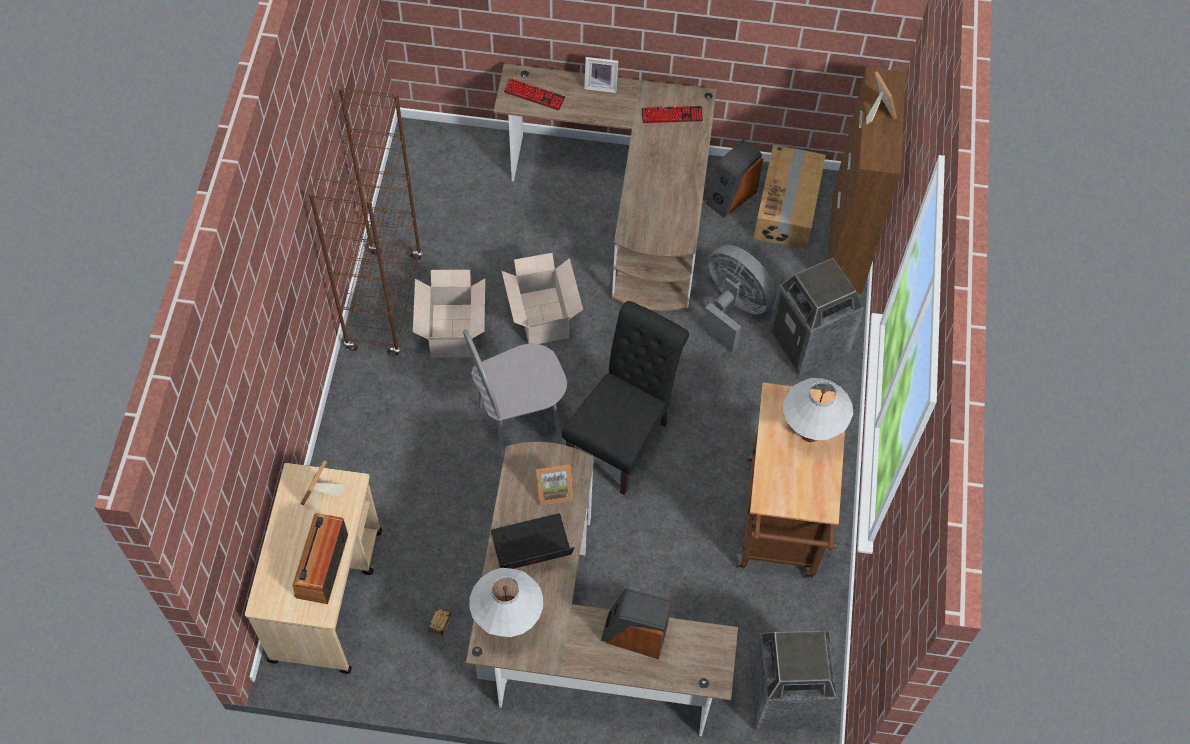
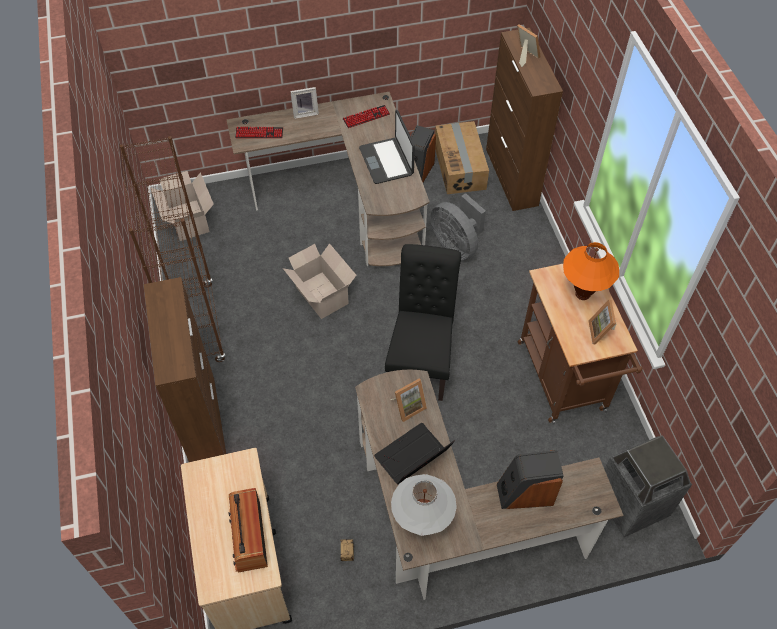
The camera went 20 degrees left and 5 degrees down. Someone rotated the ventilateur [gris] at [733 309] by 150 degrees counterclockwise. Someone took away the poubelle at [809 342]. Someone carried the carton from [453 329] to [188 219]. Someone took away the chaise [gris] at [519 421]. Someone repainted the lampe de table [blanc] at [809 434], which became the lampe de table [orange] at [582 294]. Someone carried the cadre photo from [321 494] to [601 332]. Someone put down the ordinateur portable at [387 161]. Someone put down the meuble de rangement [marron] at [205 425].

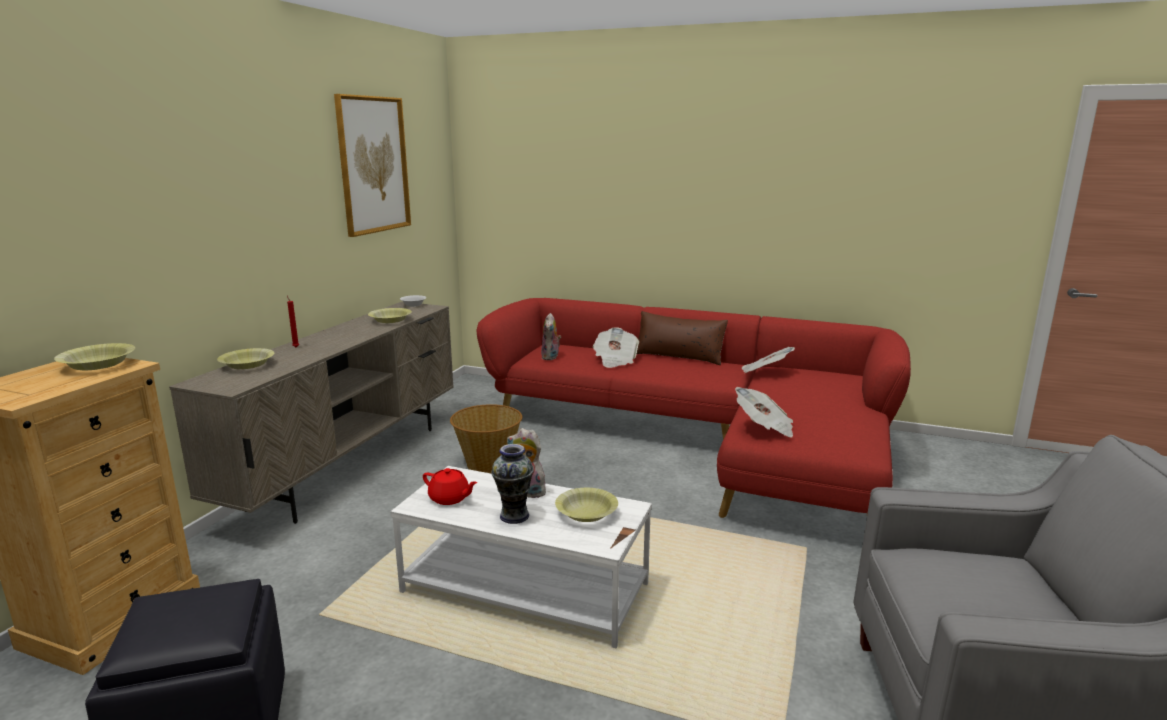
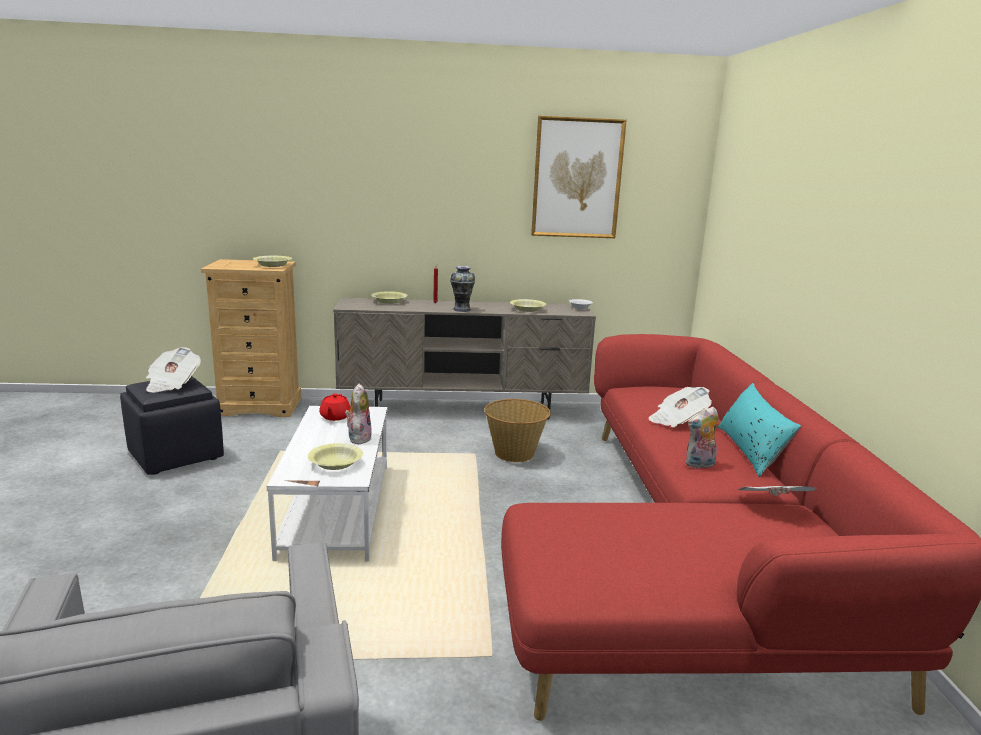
The camera went 65 degrees right and 0 degrees up. Someone repainted the coussin [marron] at [678 356], which became the coussin [turquoise] at [751 450]. Someone carried the peluche from [551 357] to [700 465]. Someone carried the journal from [764 427] to [172 384]. Someone carried the vase from [515 516] to [462 309].

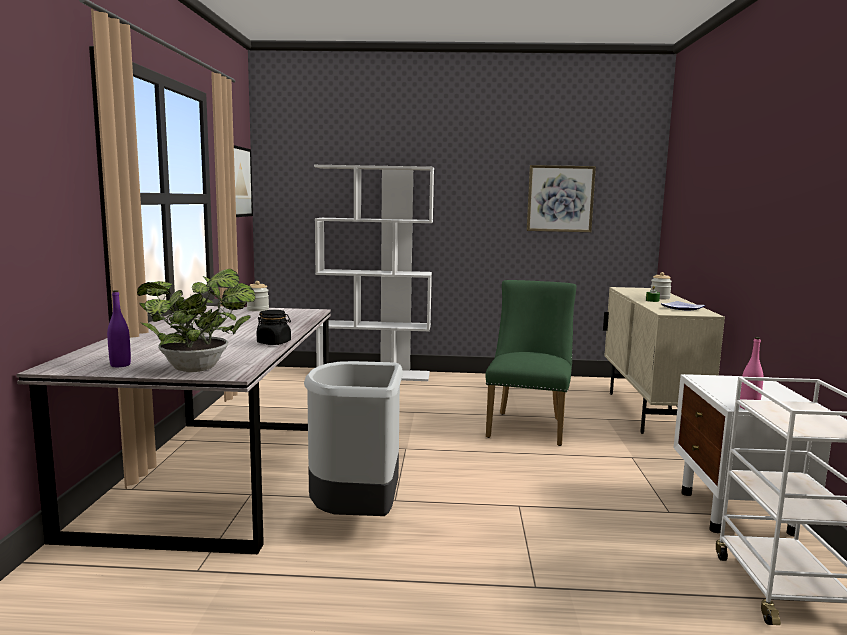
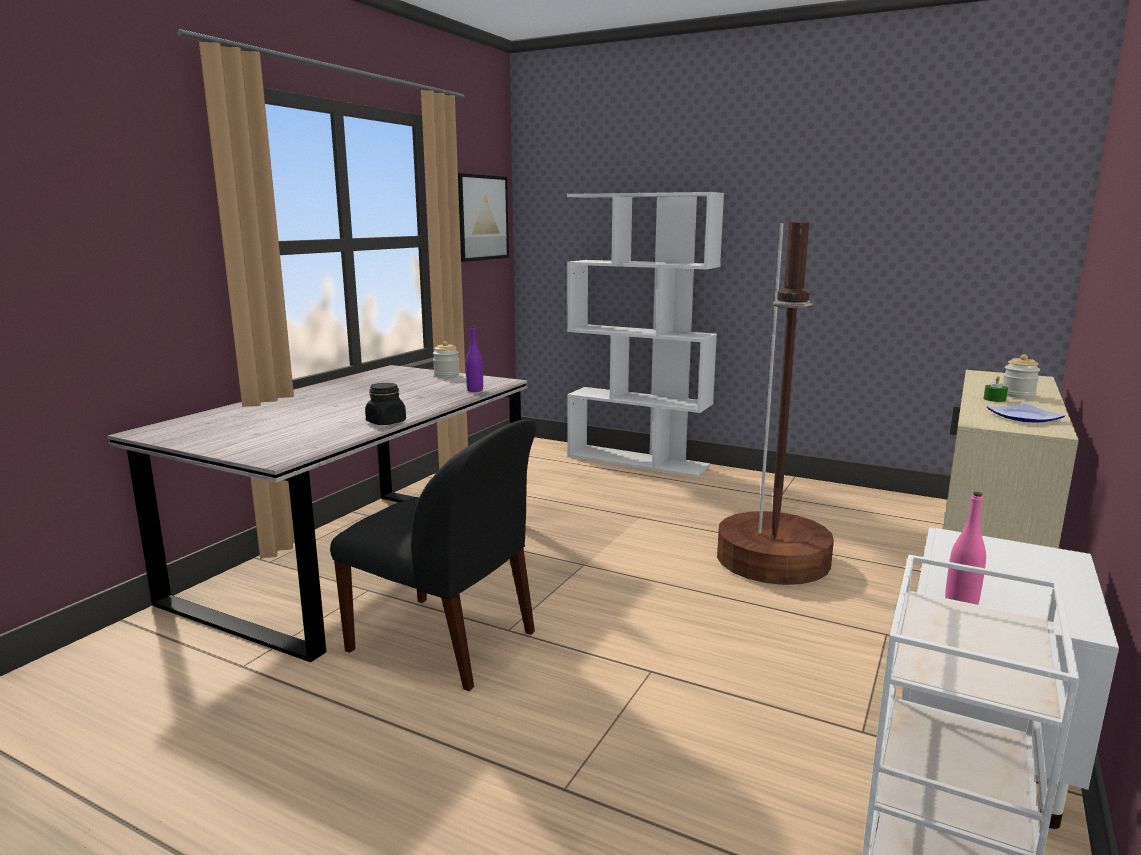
The camera went 25 degrees right and 5 degrees up. Someone took away the tableau at [560 198]. Someone took away the plante en pot at [200 369]. Someone swapped the chaise [vert] at [528 426] for the lampadaire [marron] at [773 560]. Someone carried the bouteille [violet] from [120 365] to [475 390]. Someone swapped the poubelle [gris] at [356 518] for the chaise [noir] at [446 643].

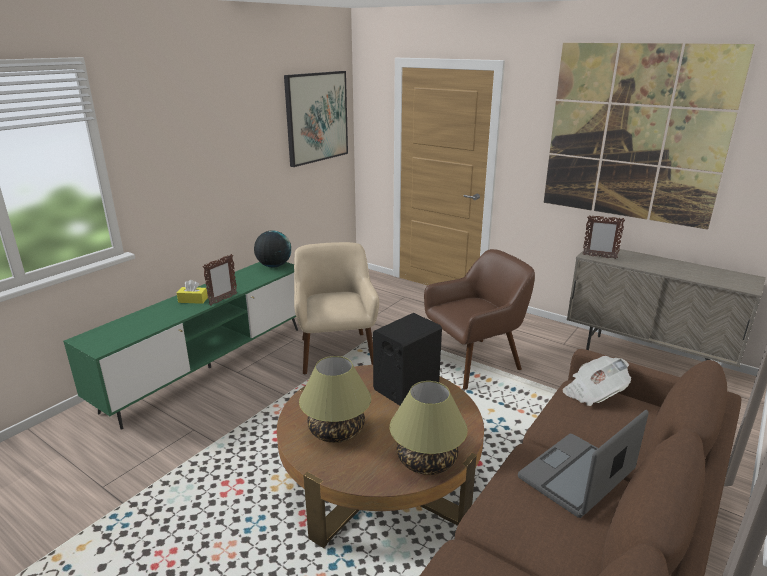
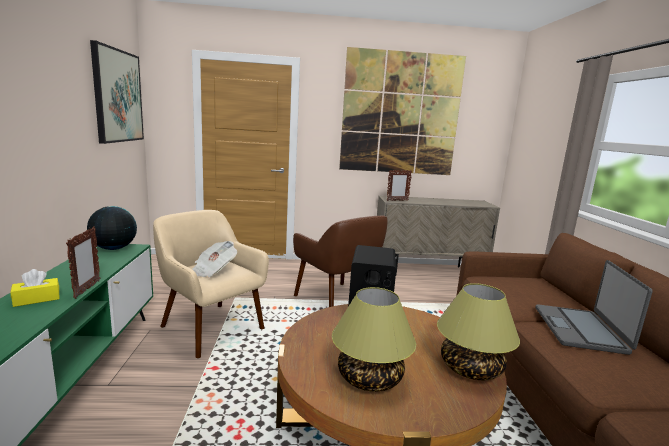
The camera went 40 degrees left and 10 degrees down. Someone rotated the fauteuil [marron] at [474 362] by 120 degrees clockwise. Someone carried the journal from [593 393] to [212 271].

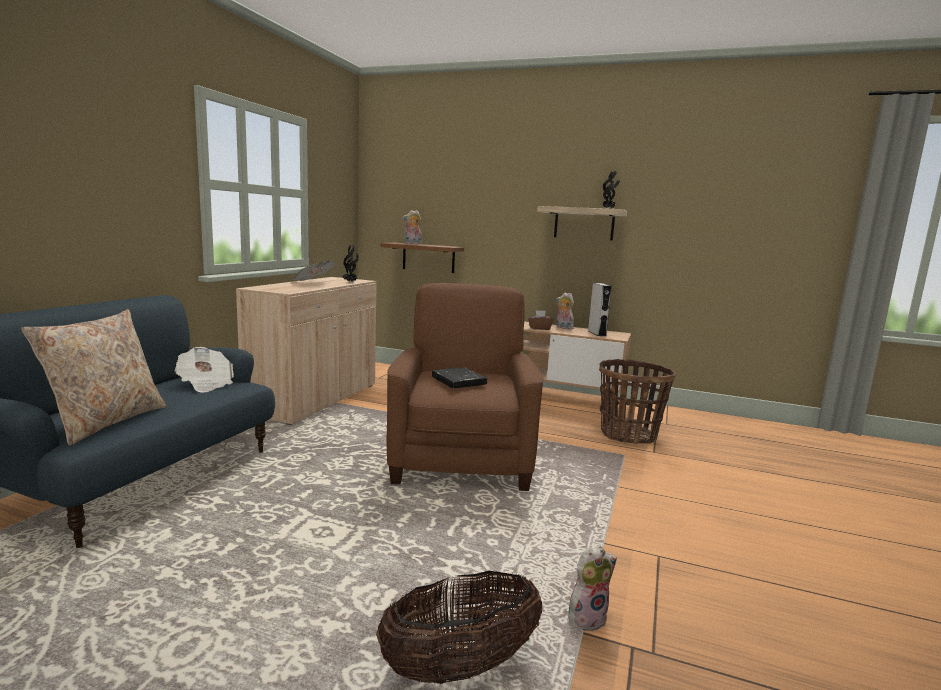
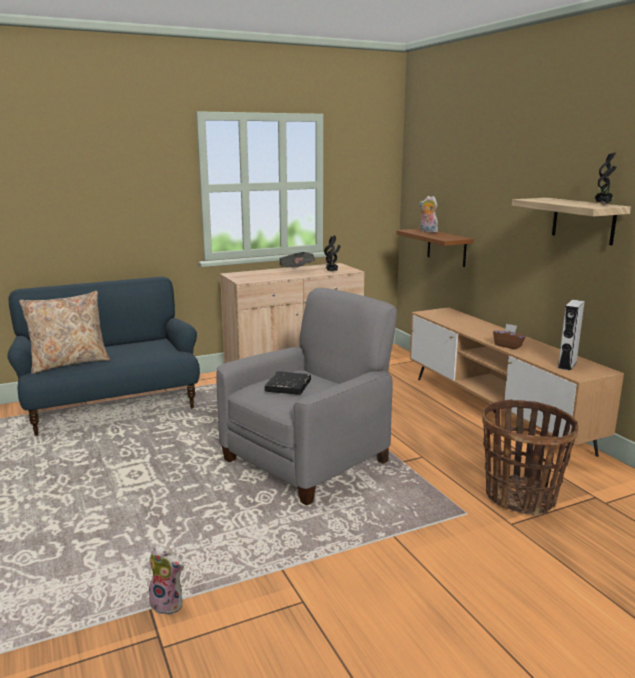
The camera went 45 degrees right and 5 degrees up. Someone repainted the fauteuil [marron] at [461 459], which became the fauteuil [gris] at [308 460]. Someone took away the peluche at [563 328]. Someone took away the journal at [206 384]. Someone took away the panier at [460 667].

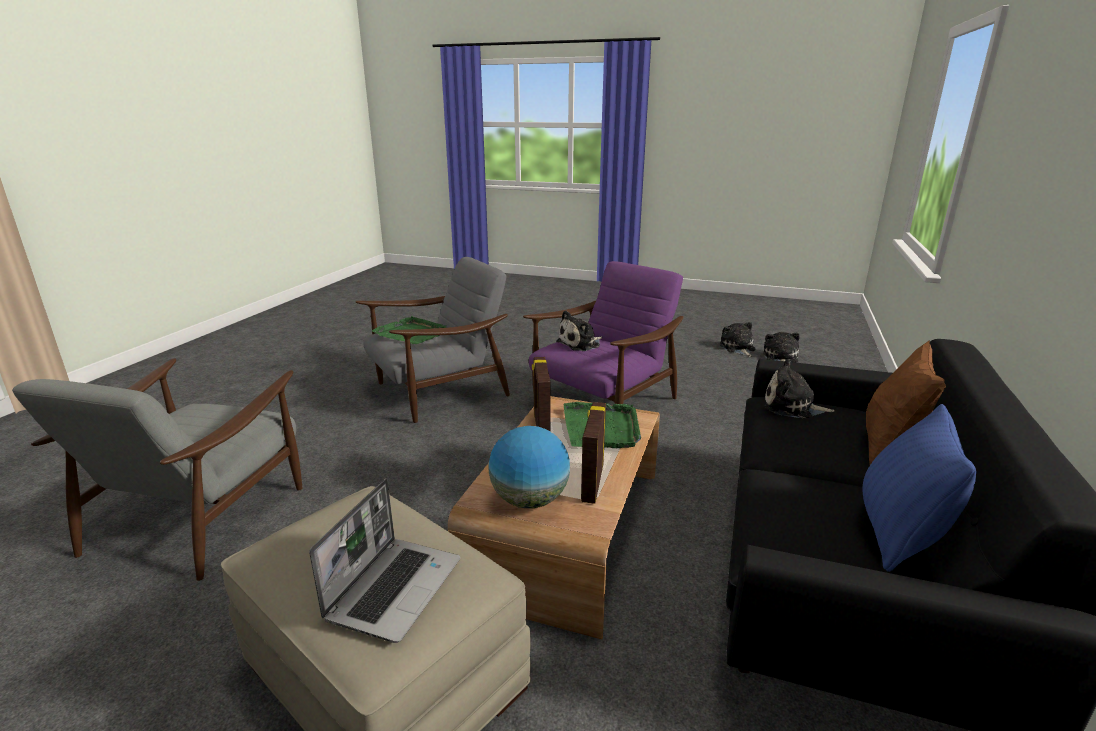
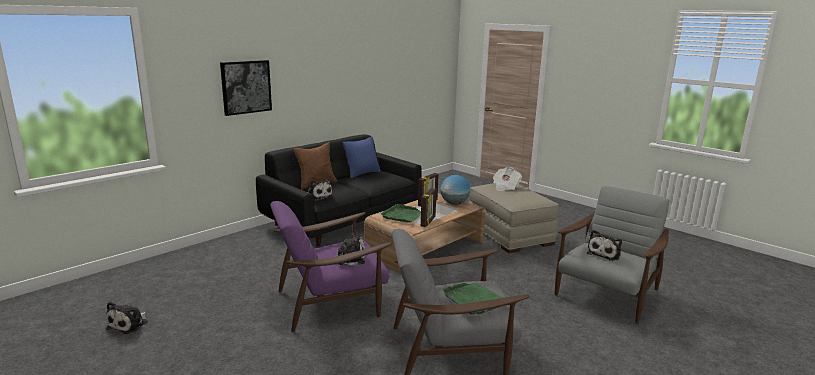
The camera went 155 degrees left and 5 degrees down. Someone carried the peluche from [780 358] to [604 254]. Someone swapped the ordinateur portable at [394 588] for the journal at [505 187]. Someone put up the tableau at [246 87].

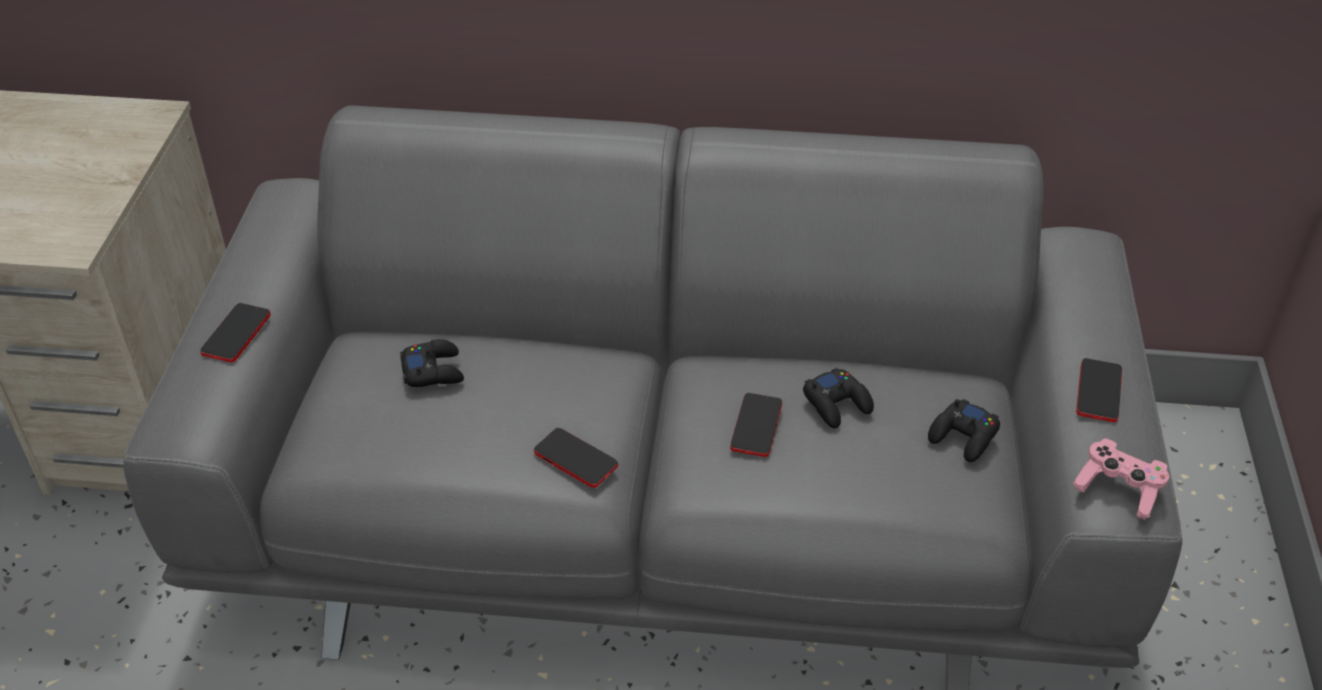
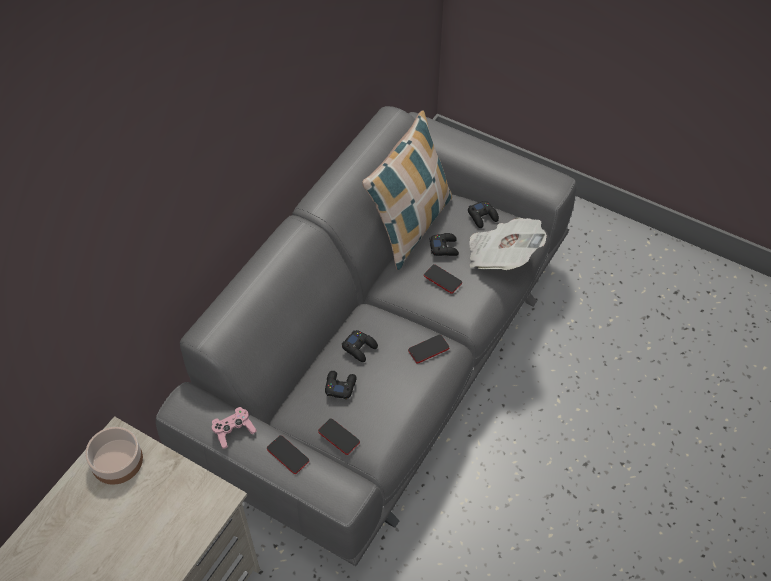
The camera went 65 degrees left and 10 degrees up. Someone carried the téléphone from [1099 391] to [339 437]. Someone carried the manette [rose] from [1118 489] to [233 431]. Someone put down the coussin at [410 226]. Someone put down the journal at [502 256]. Someone put down the manette [noir] at [360 348]. Someone put down the bol at [116 461].

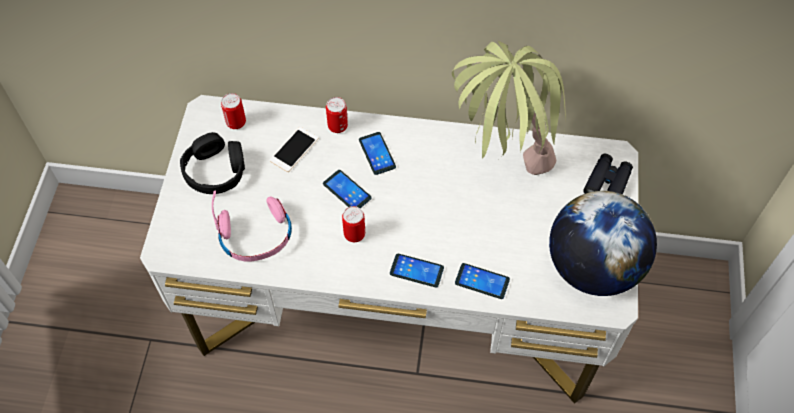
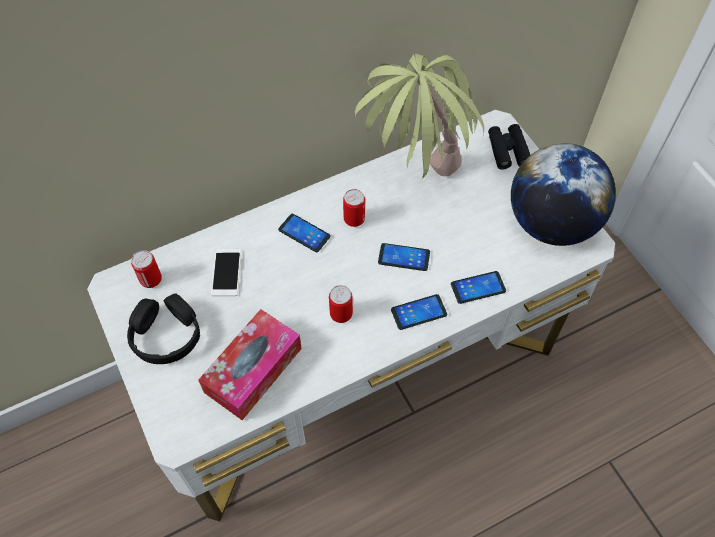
The camera went 35 degrees left and 0 degrees up. Someone carried the boîte métallique from [337 126] to [354 219]. Someone carried the téléphone from [347 191] to [404 257]. Someone swapped the casque audio [rose] at [256 235] for the boîte à mouchoirs at [253 370].

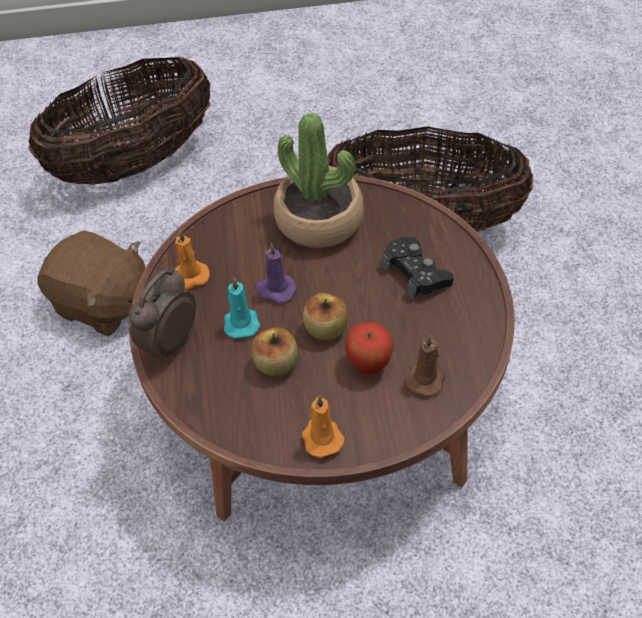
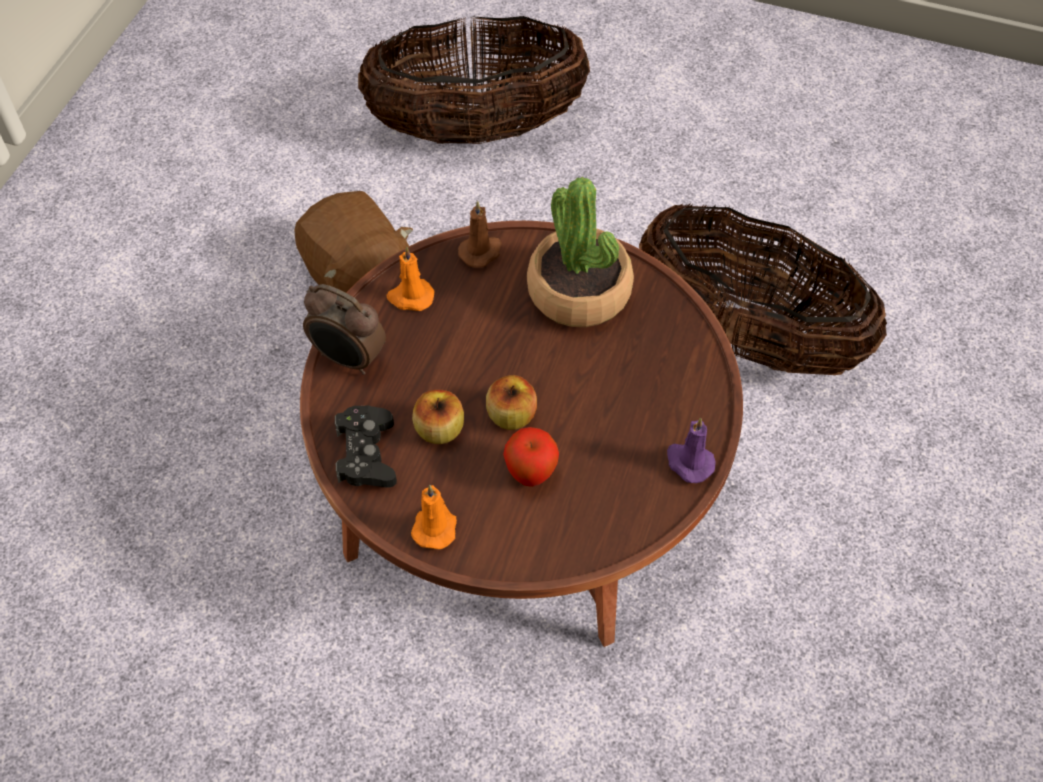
The camera went 25 degrees right and 5 degrees up. Someone carried the manette [noir] from [416 273] to [366 454]. Someone carried the bougie [violet] from [275 290] to [688 462]. Someone rotated the réveil at [168 343] by 120 degrees counterclockwise. Someone took away the bougie [turquoise] at [241 322]. Someone carried the bougie [marron] from [426 378] to [481 251].

